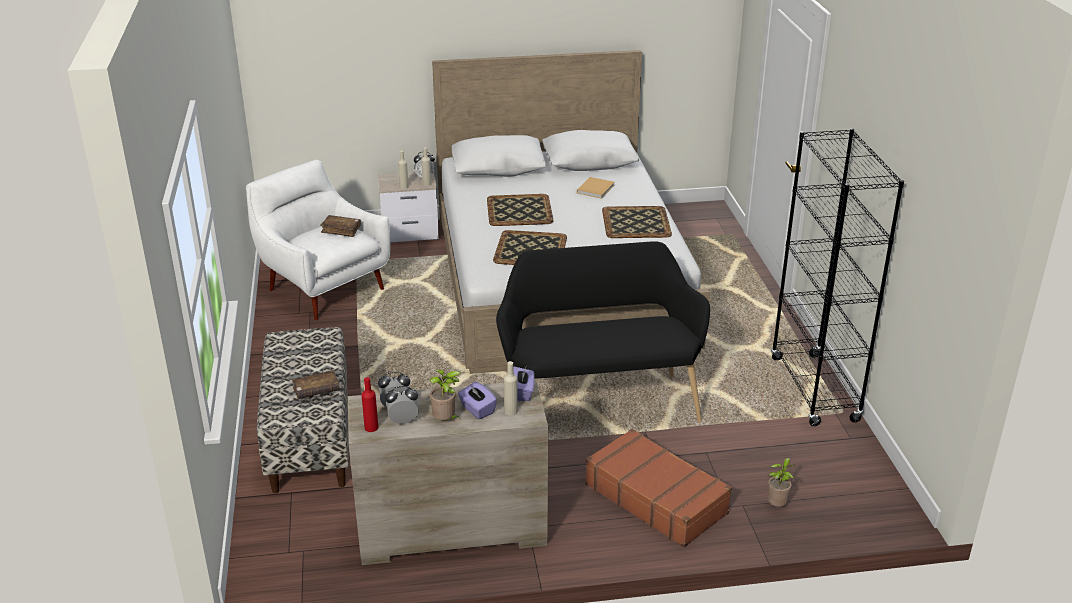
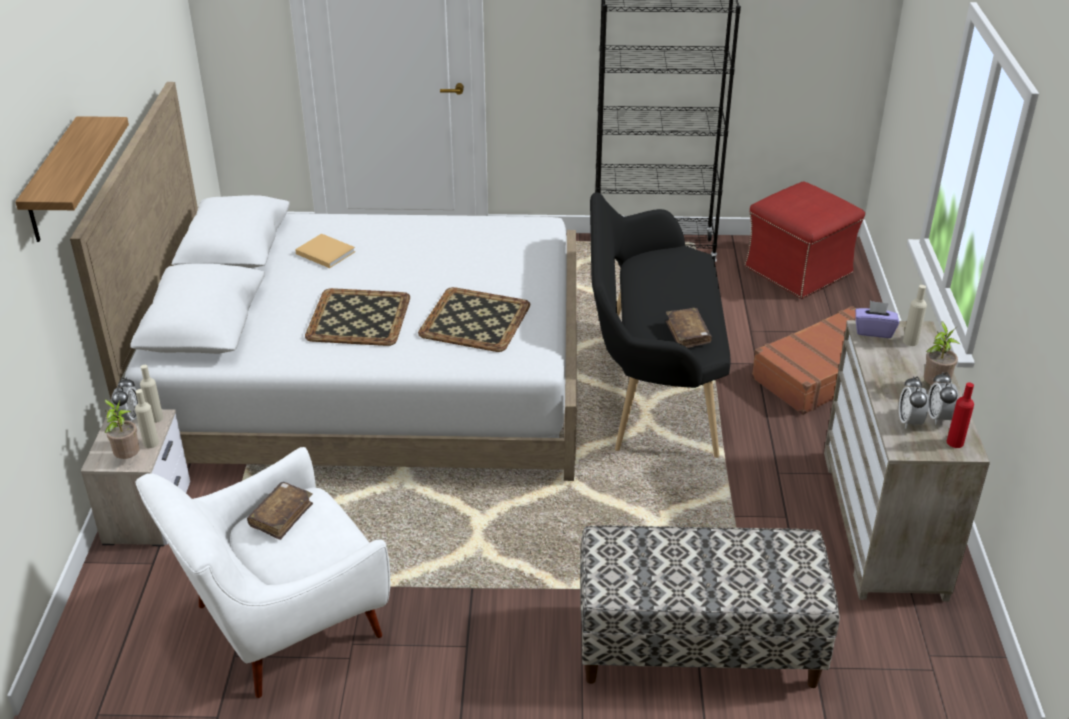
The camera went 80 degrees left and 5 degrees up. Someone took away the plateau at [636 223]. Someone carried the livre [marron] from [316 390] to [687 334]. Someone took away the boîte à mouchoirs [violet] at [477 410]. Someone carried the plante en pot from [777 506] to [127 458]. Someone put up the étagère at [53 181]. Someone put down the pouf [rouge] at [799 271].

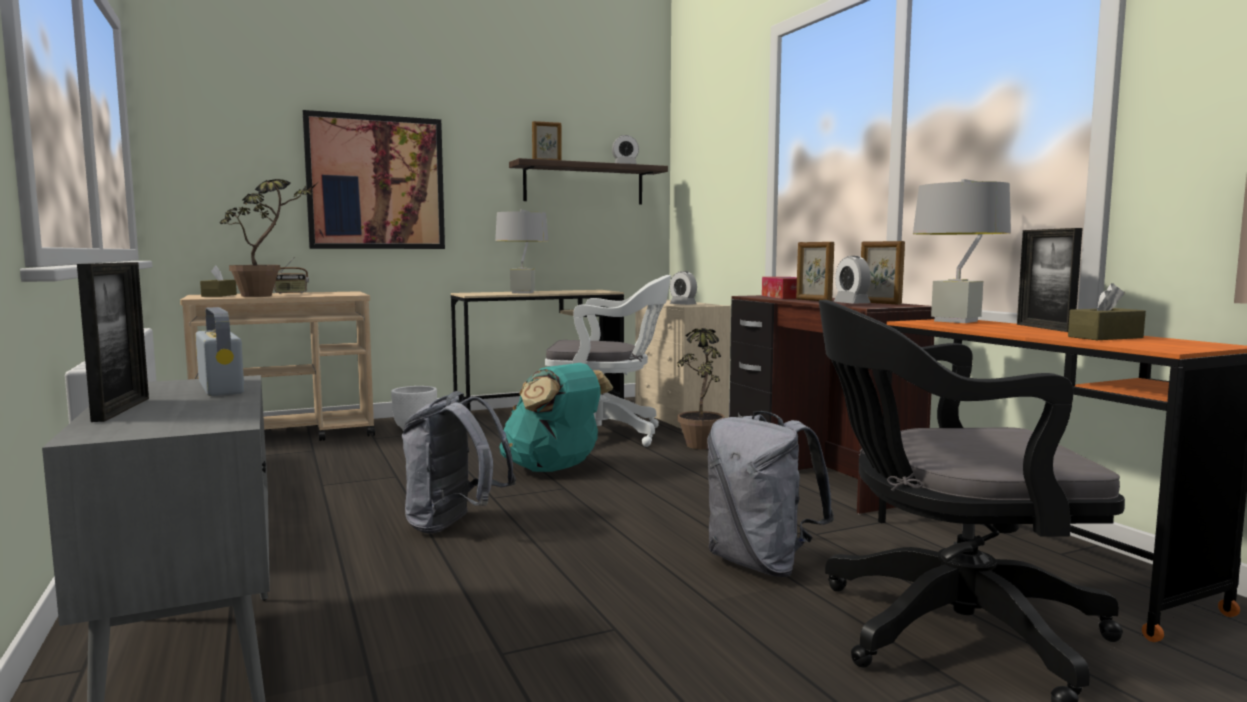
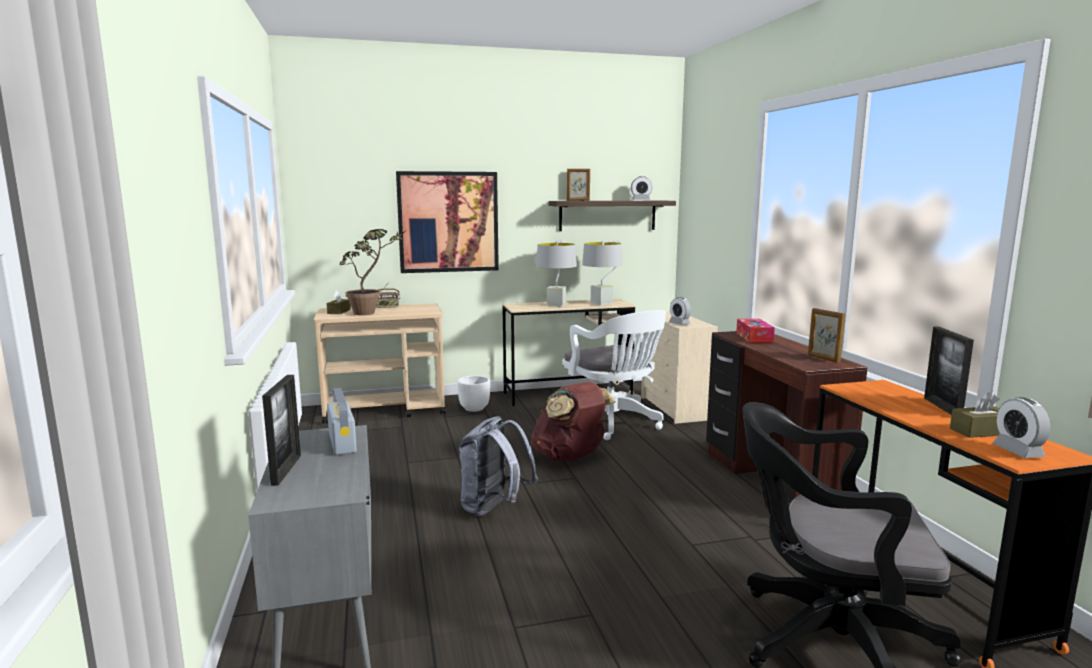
The camera went 10 degrees right and 5 degrees up. Someone carried the lampe de table [gris] from [956 321] to [602 303]. Someone took away the cadre photo at [813 300]. Someone carried the réveil from [851 304] to [1018 451]. Someone rotated the chaise de bureau [blanc] at [605 435] by 45 degrees clockwise. Someone took away the plante en pot at [701 443]. Someone repainted the sac à dos [turquoise] at [553 469], which became the sac à dos [marron] at [570 457]. Someone took away the sac à dos [gris] at [761 564].

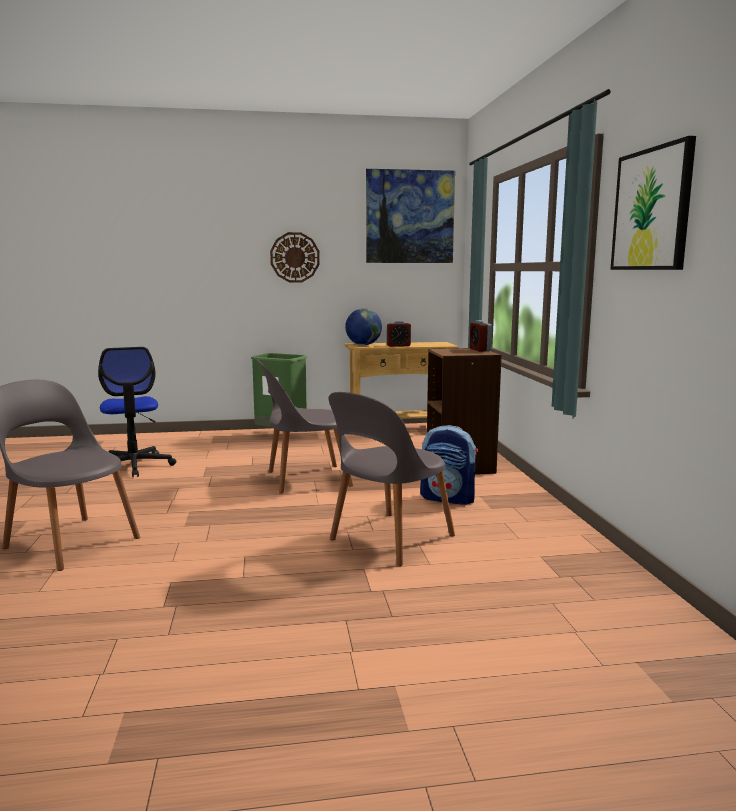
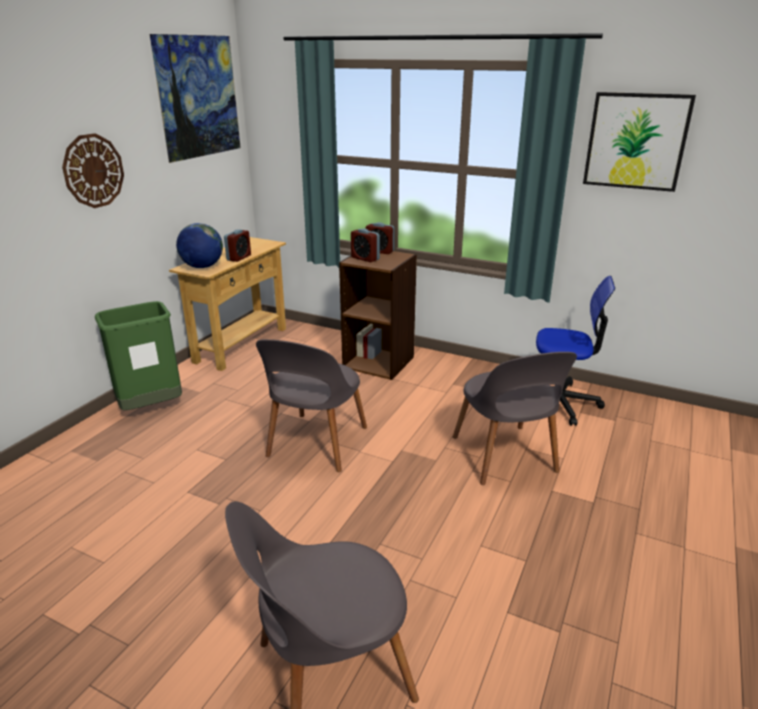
The camera went 55 degrees left and 15 degrees up. Someone carried the chaise de bureau from [134 466] to [559 402]. Someone took away the sac à dos at [448 498]. Someone put down the réveil at [365 258].

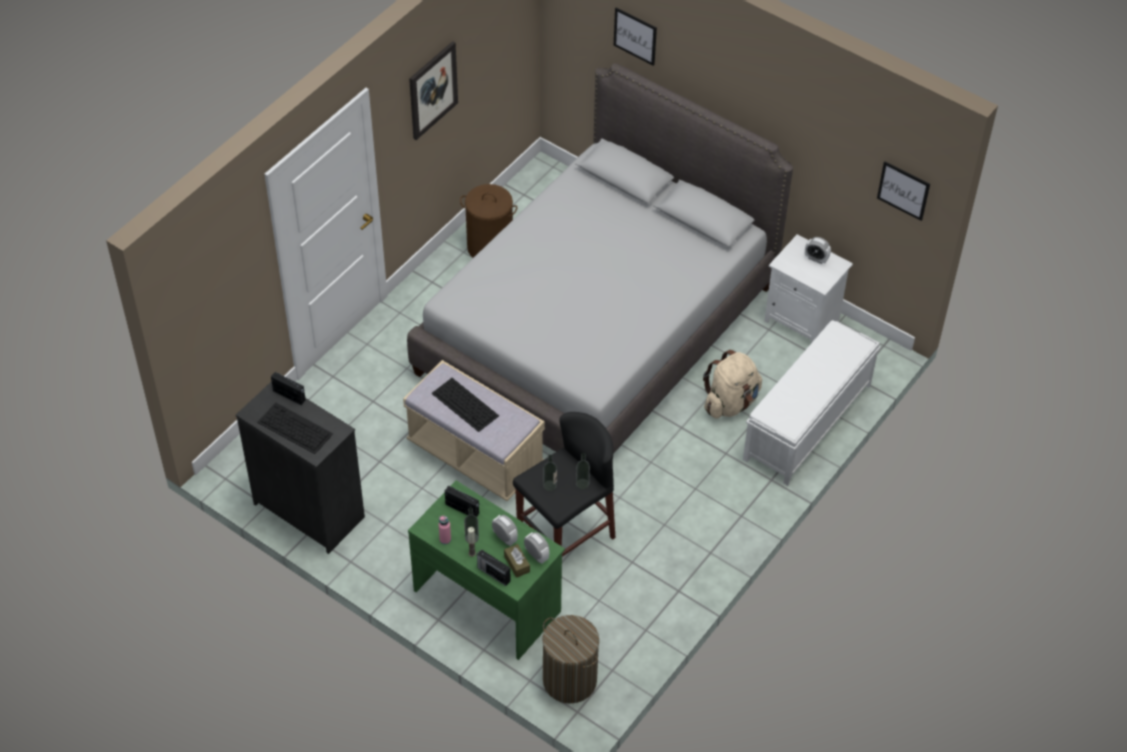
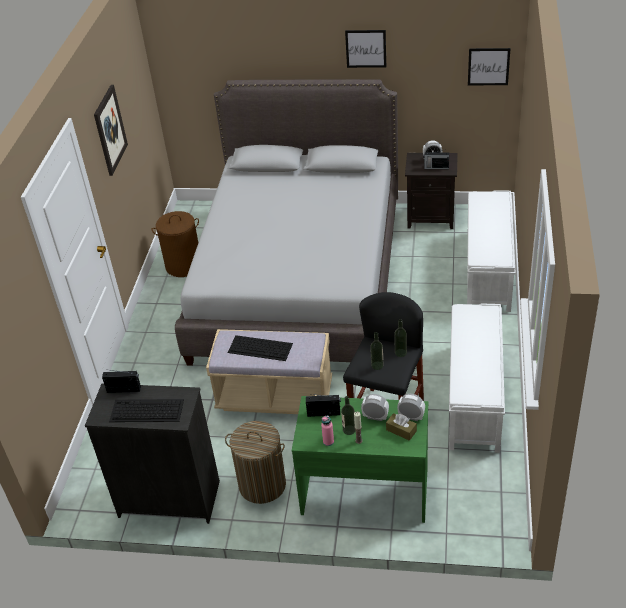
The camera went 25 degrees left and 10 degrees down. Someone carried the tableau from [635 36] to [366 48]. Someone repainted the table de chevet [blanc] at [803 320], which became the table de chevet [noir] at [431 217]. Someone took away the sac à dos [beige] at [731 402]. Someone carried the radio from [493 574] to [436 167]. Someone carried the panier à linge from [569 680] to [262 485]. Someone put down the banc [blanc] at [474 397].

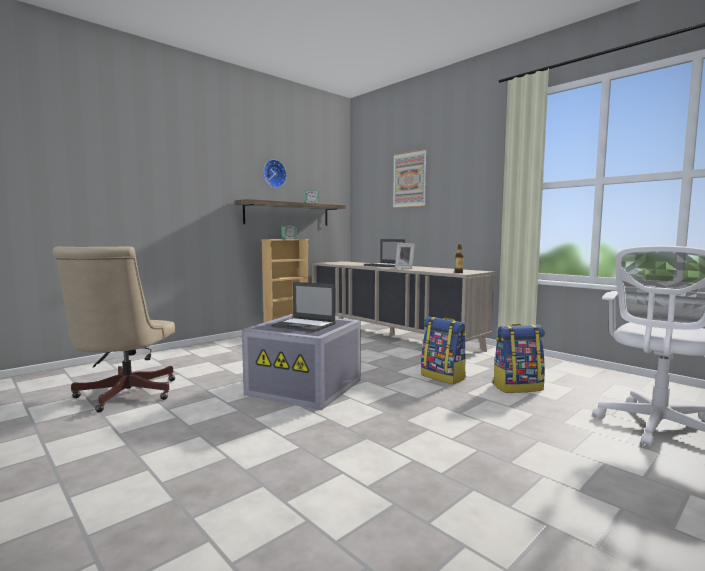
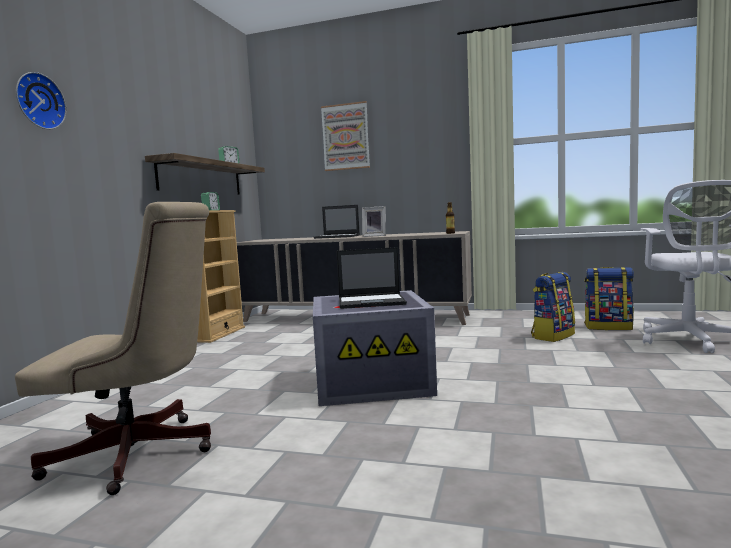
The camera went 30 degrees left and 0 degrees up. Someone carried the horloge murale from [273 174] to [38 101]. Someone rotated the chaise de bureau [beige] at [123 396] by 60 degrees counterclockwise. Someone carried the sac à dos from [443 377] to [608 327].

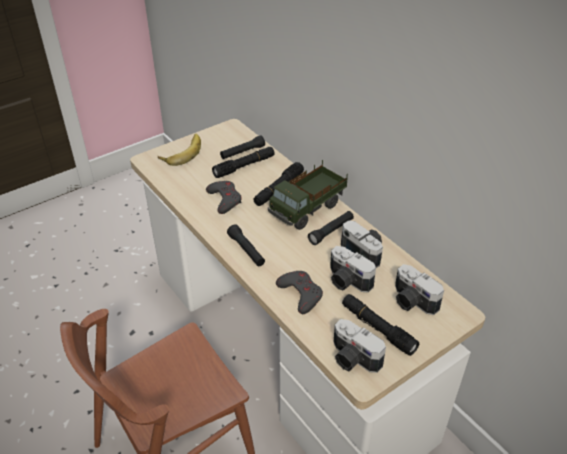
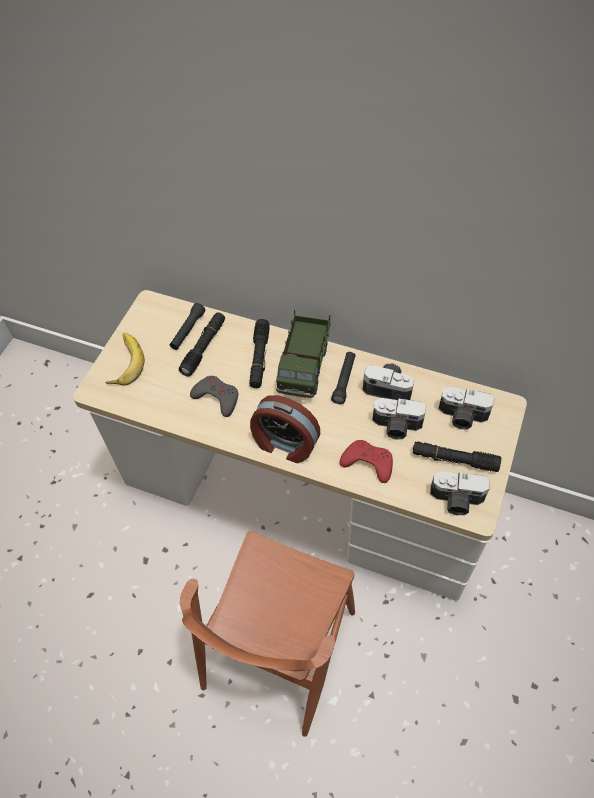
The camera went 30 degrees left and 15 degrees up. Someone swapped the lampe de poche [noir] at [246 250] for the réveil at [285 444]. Someone repainted the manette [gris] at [300 294], which became the manette [rouge] at [368 462].

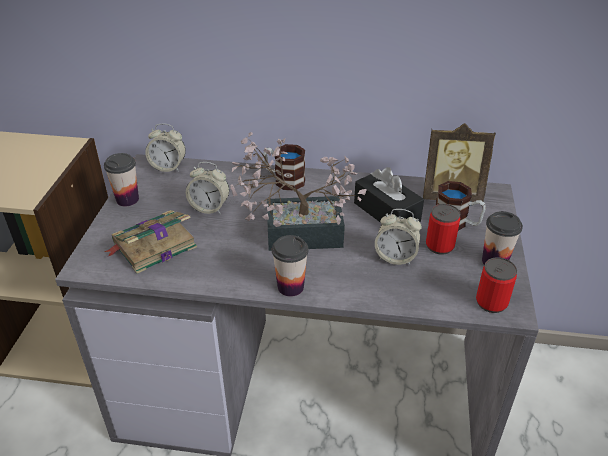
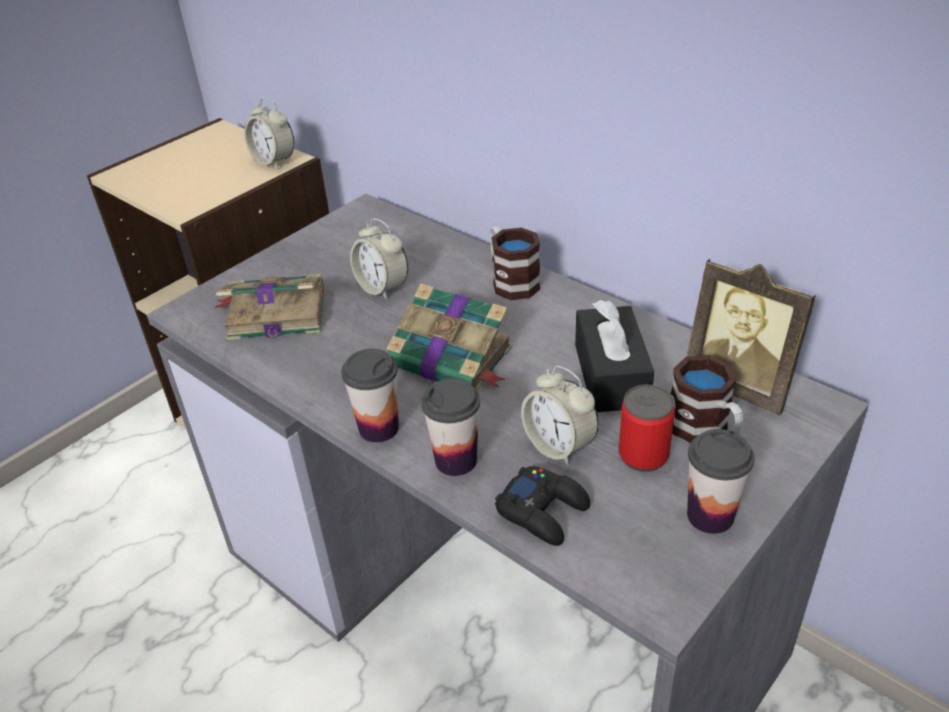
The camera went 35 degrees right and 0 degrees up. Someone carried the réveil from [168 167] to [274 161]. Someone swapped the plante en pot at [294 233] for the livre at [453 358]. Someone carried the tasse from [127 199] to [456 460]. Someone took away the boîte métallique at [491 302]. Someone put down the manette [noir] at [543 511].

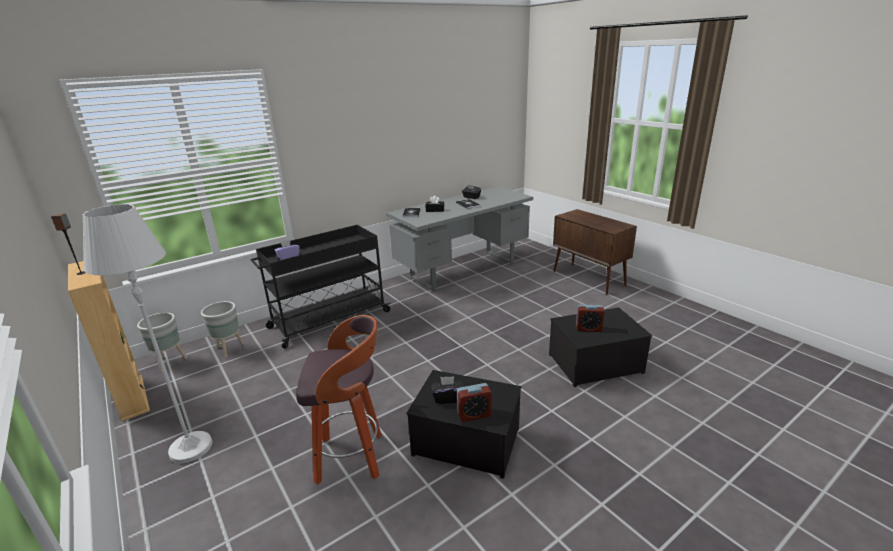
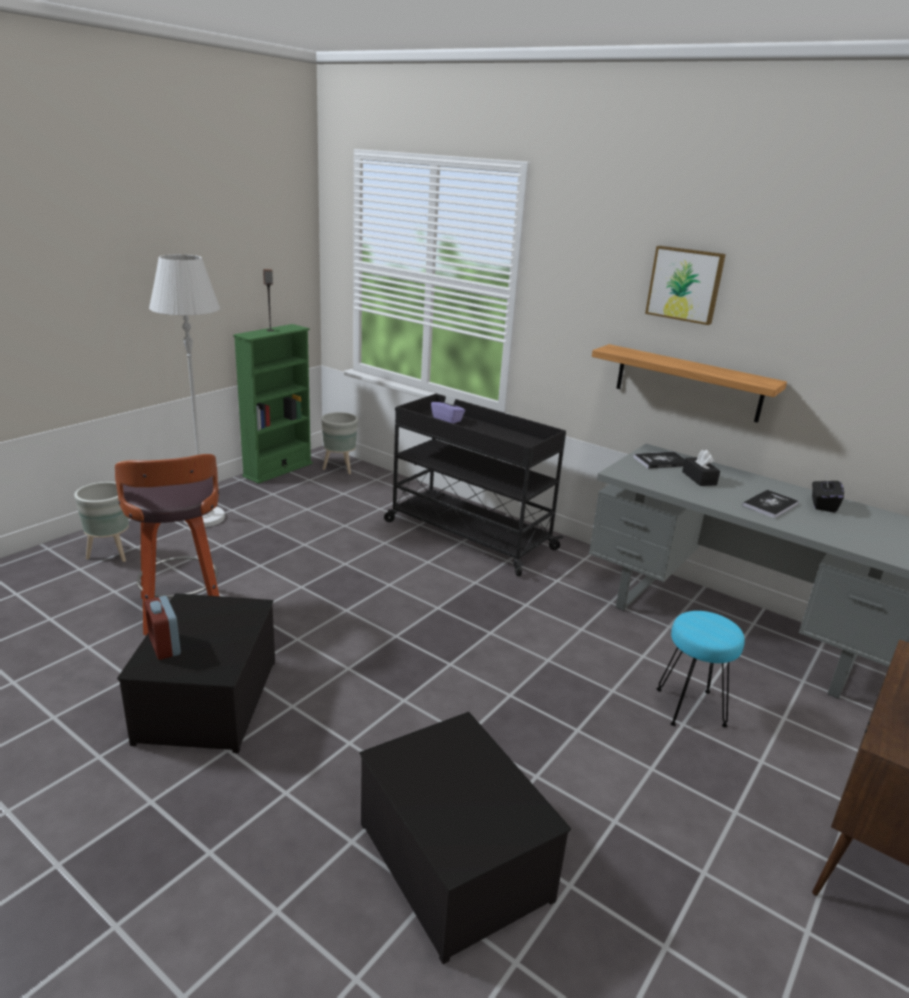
The camera went 70 degrees right and 0 degrees up. Someone repainted the bibliothèque [beige] at [132 397], which became the bibliothèque [vert] at [278 470]. Someone carried the cache-pot [gris] from [229 349] to [111 554]. Someone took away the réveil at [588 328]. Someone took away the boîte à mouchoirs [noir] at [448 398]. Someone put up the tableau at [685 284]. Someone put up the étagère at [688 383]. Someone put down the tabouret [turquoise] at [689 707].

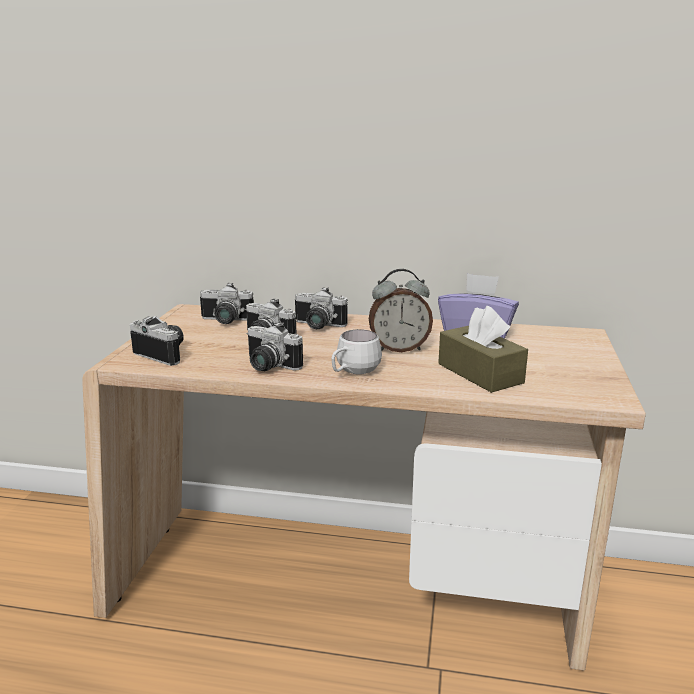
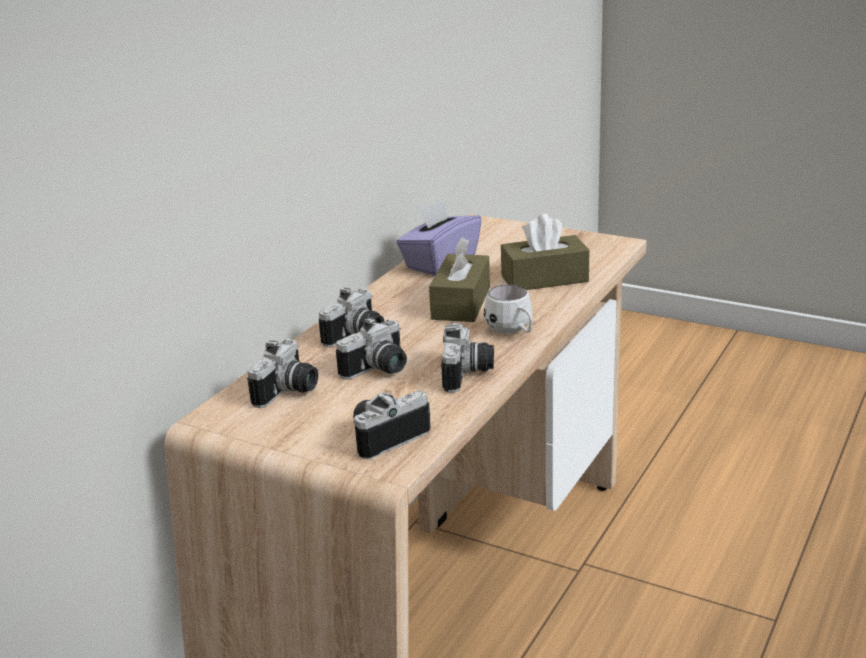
The camera went 70 degrees left and 5 degrees up. Someone swapped the réveil at [399 349] for the boîte à mouchoirs [marron] at [461 303]. Someone rotated the appareil photo at [268 366] by 45 degrees counterclockwise.

